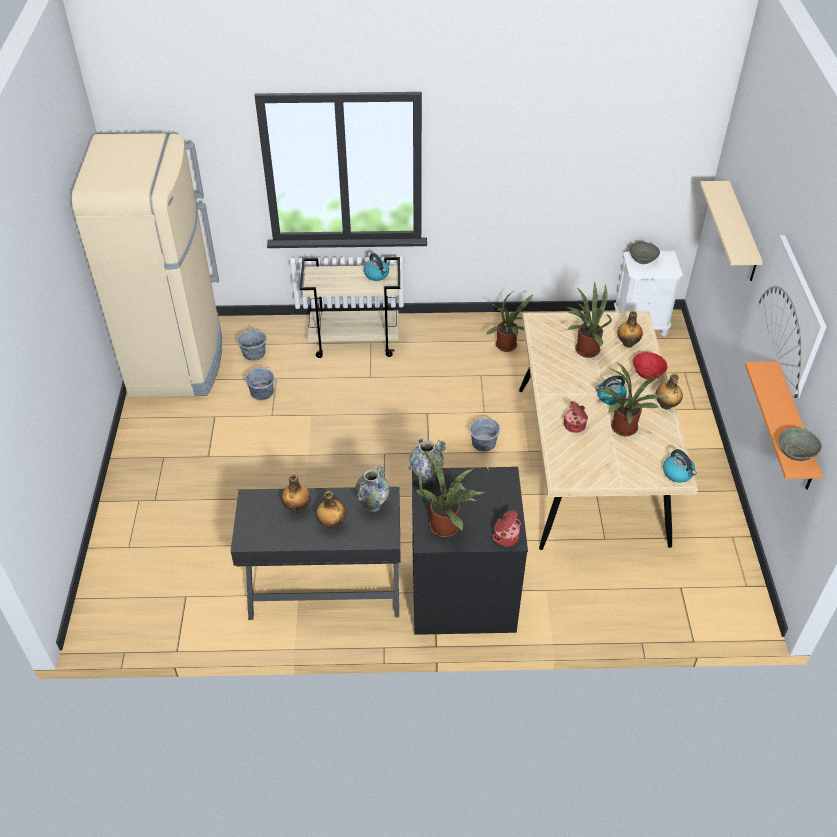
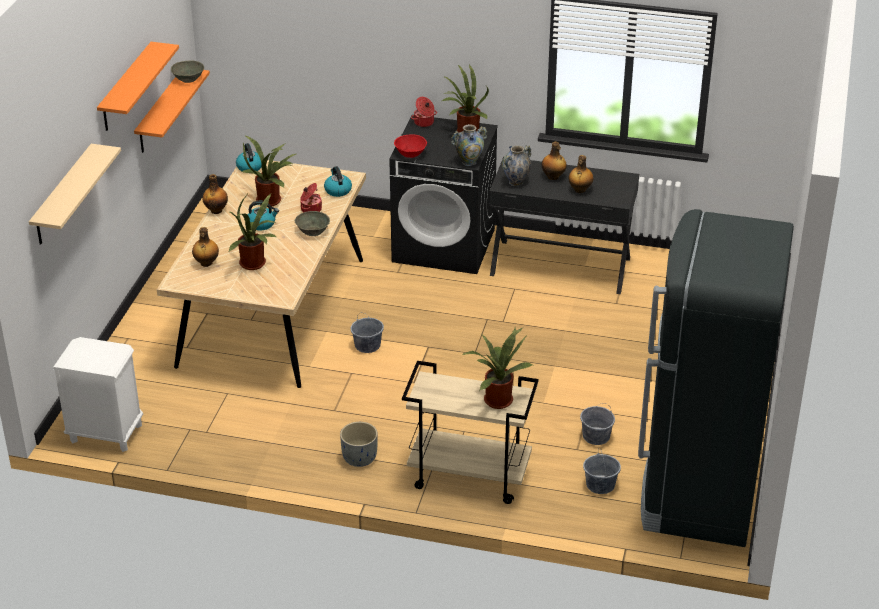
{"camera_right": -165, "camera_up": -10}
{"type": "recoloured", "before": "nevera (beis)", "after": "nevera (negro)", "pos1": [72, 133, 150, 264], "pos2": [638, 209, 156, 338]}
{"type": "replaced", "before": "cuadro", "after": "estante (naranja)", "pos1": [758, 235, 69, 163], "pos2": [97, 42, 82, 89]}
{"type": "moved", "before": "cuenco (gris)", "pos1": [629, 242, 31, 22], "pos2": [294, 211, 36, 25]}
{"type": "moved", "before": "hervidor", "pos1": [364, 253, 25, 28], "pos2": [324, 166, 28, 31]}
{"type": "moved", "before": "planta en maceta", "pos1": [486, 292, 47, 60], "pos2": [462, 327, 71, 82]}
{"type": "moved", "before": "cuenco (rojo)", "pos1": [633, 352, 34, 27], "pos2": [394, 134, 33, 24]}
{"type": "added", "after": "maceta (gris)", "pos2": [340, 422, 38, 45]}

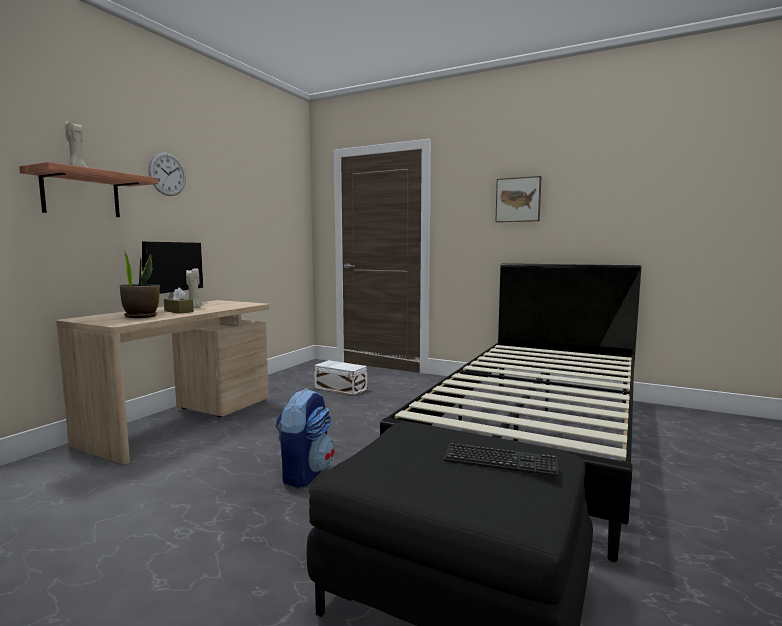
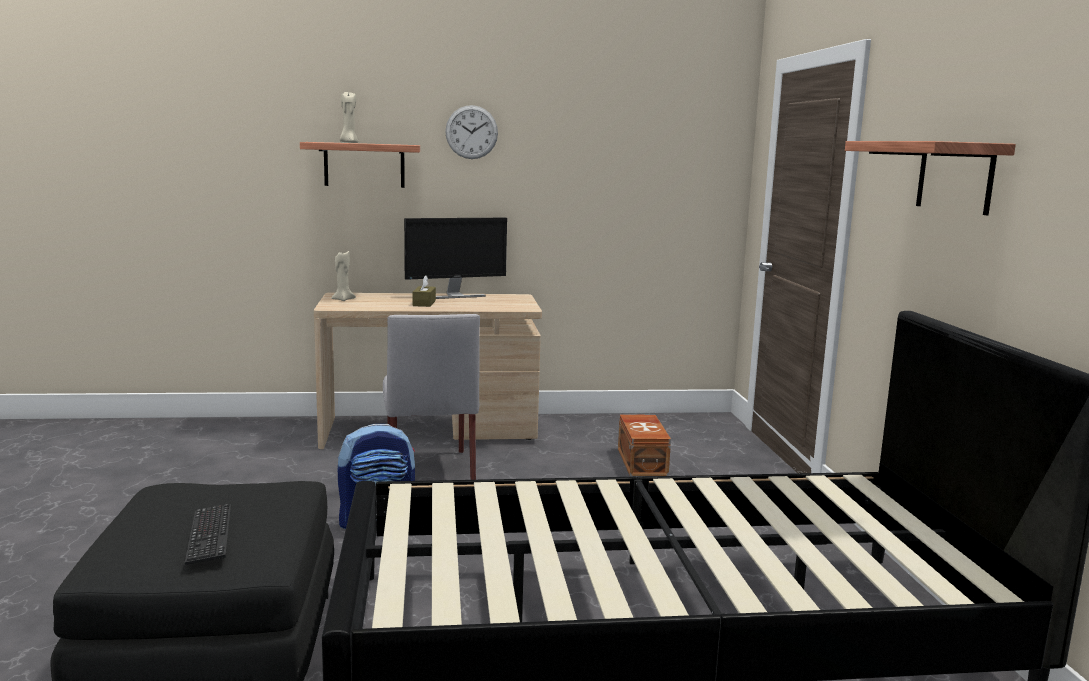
{"camera_right": 55, "camera_up": 5}
{"type": "replaced", "before": "cuadro", "after": "estante", "pos1": [495, 176, 47, 46], "pos2": [845, 141, 171, 74]}
{"type": "removed", "before": "planta en maceta", "pos1": [120, 250, 40, 68]}
{"type": "moved", "before": "vela (beis)", "pos1": [186, 268, 16, 40], "pos2": [331, 251, 25, 50]}
{"type": "recoloured", "before": "caja de almacenaje (blanco)", "after": "caja de almacenaje (marrón)", "pos1": [314, 360, 53, 36], "pos2": [618, 414, 53, 62]}
{"type": "added", "after": "silla (gris)", "pos2": [383, 314, 97, 166]}

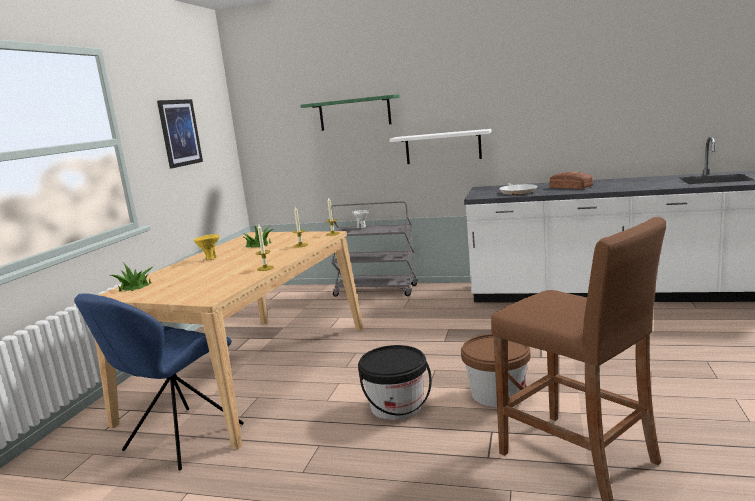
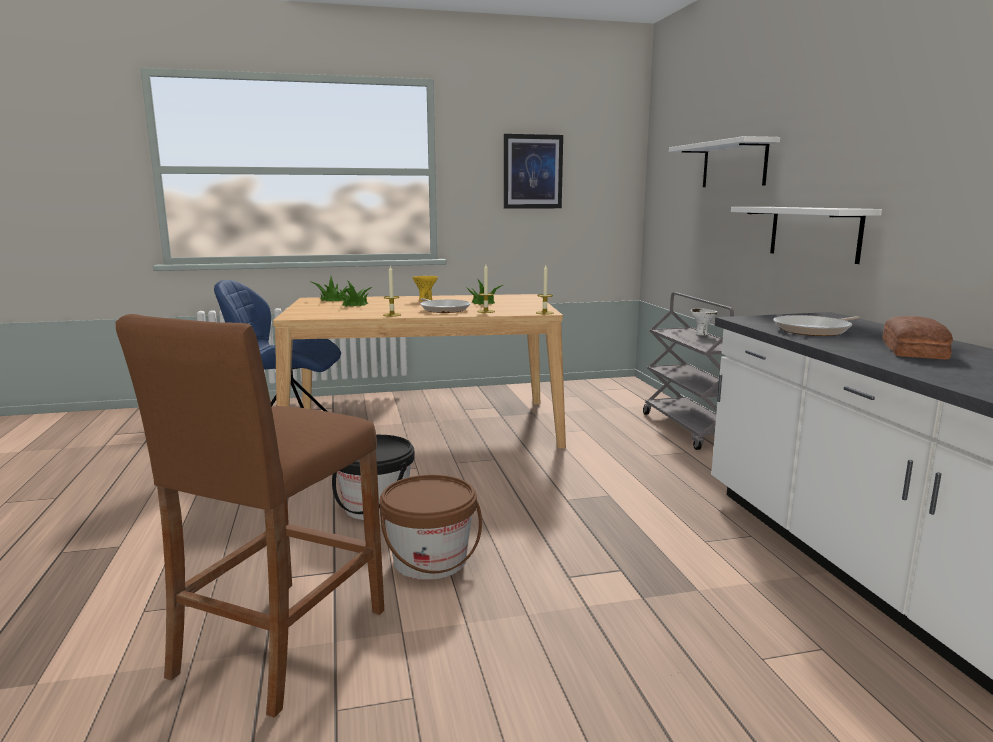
{"camera_right": 60, "camera_up": 0}
{"type": "recoloured", "before": "estante (verde)", "after": "estante (blanco)", "pos1": [300, 94, 99, 37], "pos2": [669, 136, 111, 51]}
{"type": "added", "after": "planta en maceta", "pos2": [339, 280, 33, 27]}
{"type": "added", "after": "sartén", "pos2": [420, 298, 51, 15]}

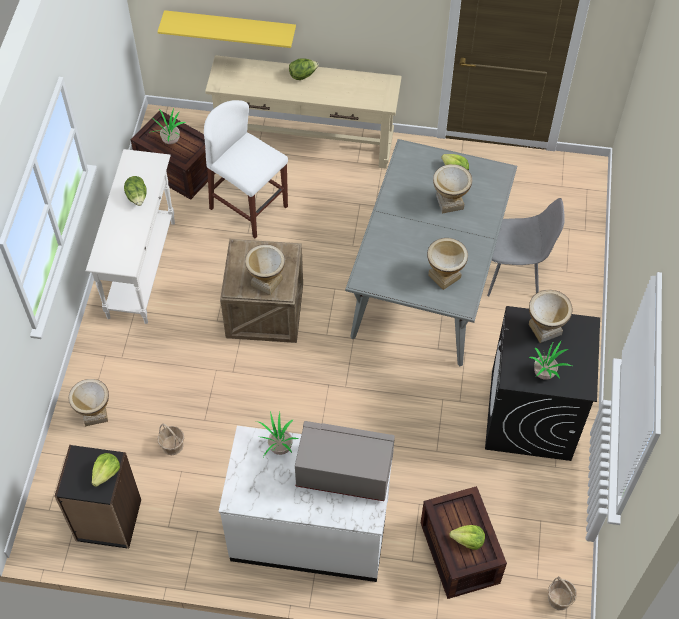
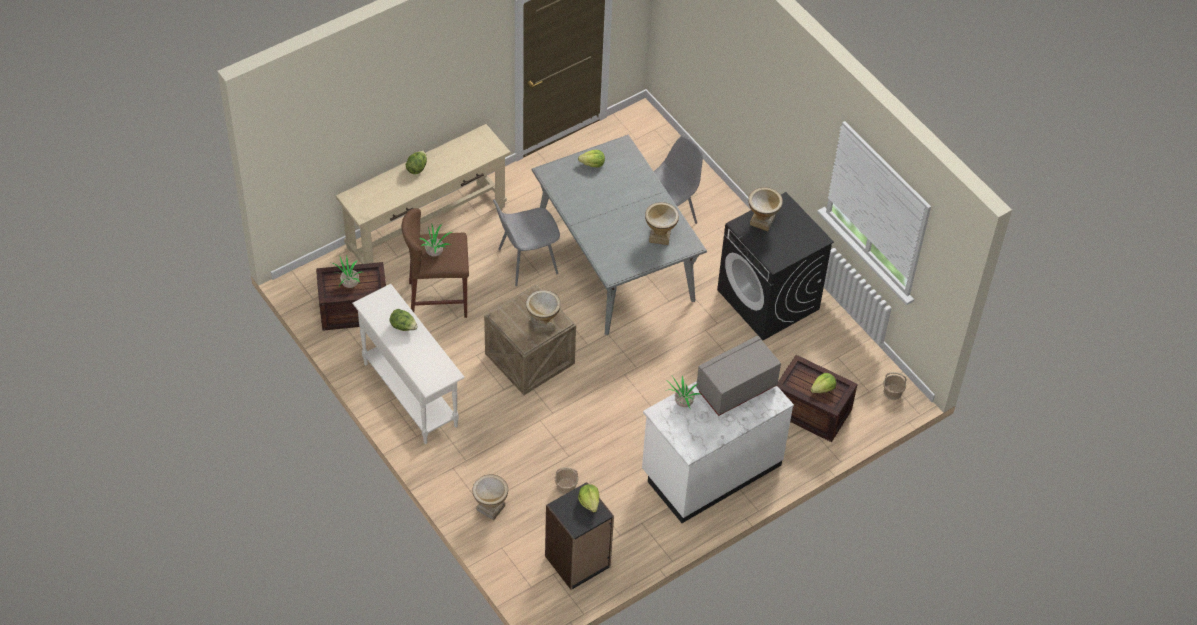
{"camera_right": -45, "camera_up": -5}
{"type": "removed", "before": "estante (amarillo)", "pos1": [157, 10, 139, 38]}
{"type": "recoloured", "before": "taburete (blanco)", "after": "taburete (marrón)", "pos1": [204, 100, 84, 138], "pos2": [402, 208, 67, 110]}
{"type": "removed", "before": "florero", "pos1": [433, 164, 39, 49]}
{"type": "moved", "before": "planta en maceta", "pos1": [529, 341, 43, 39], "pos2": [419, 223, 33, 34]}
{"type": "added", "after": "silla (gris)", "pos2": [493, 199, 67, 87]}

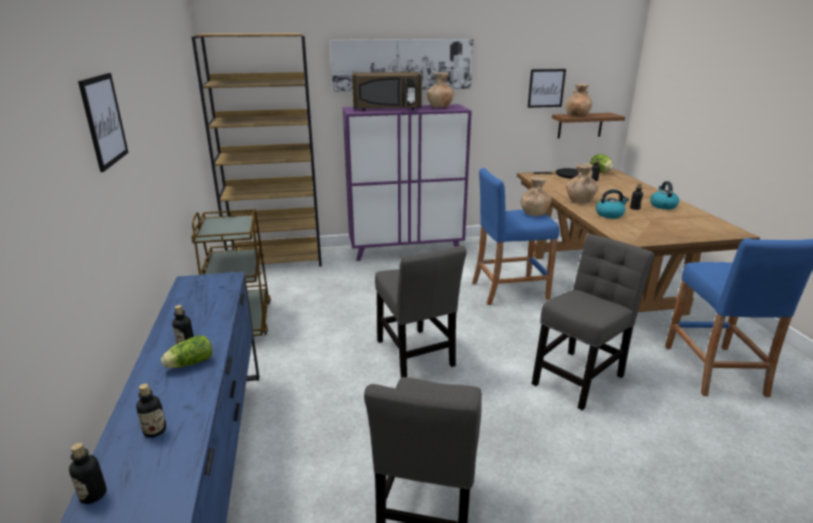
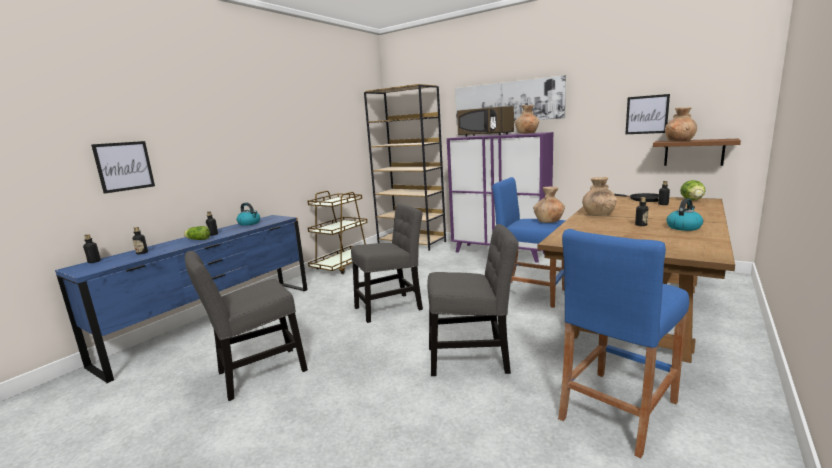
{"camera_right": 45, "camera_up": -10}
{"type": "moved", "before": "cuadro", "pos1": [78, 73, 51, 99], "pos2": [91, 141, 64, 53]}
{"type": "moved", "before": "hervidor", "pos1": [596, 189, 33, 29], "pos2": [237, 203, 23, 23]}
{"type": "turned", "before": "silla (gris)", "pos1": [375, 246, 92, 132], "pos2": [351, 204, 72, 119], "turn": -135}

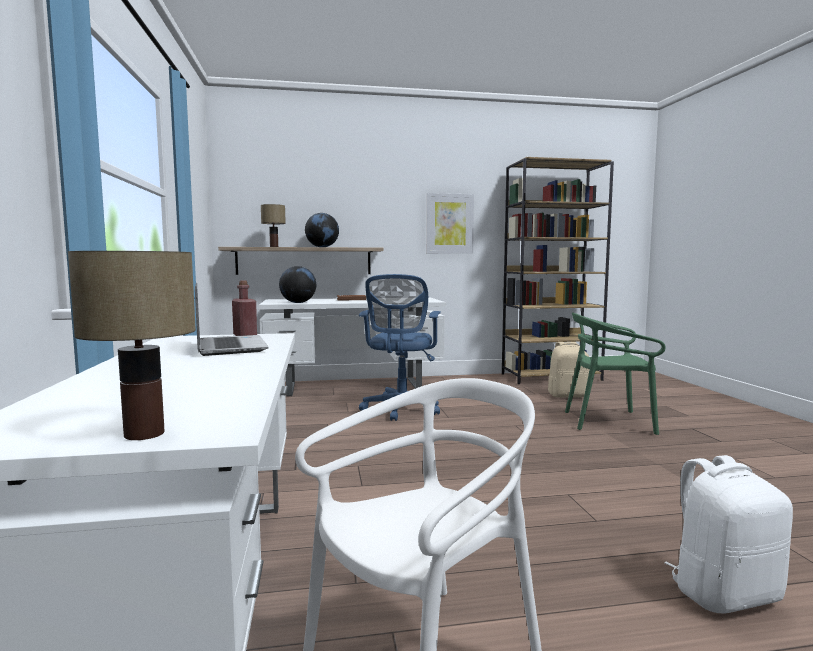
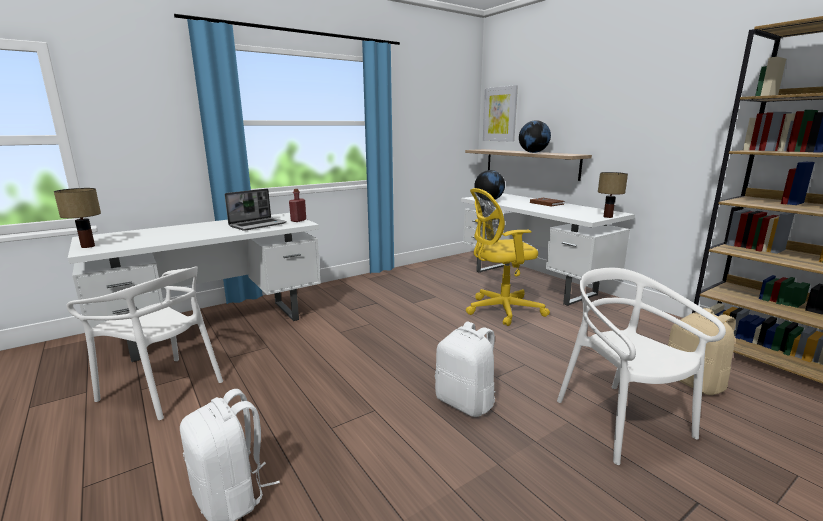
{"camera_right": 65, "camera_up": 10}
{"type": "moved", "before": "cuadro", "pos1": [426, 193, 48, 61], "pos2": [483, 85, 35, 57]}
{"type": "moved", "before": "lámpara de mesa", "pos1": [261, 204, 25, 43], "pos2": [598, 172, 30, 46]}
{"type": "recoloured", "before": "silla de oficina (azul)", "after": "silla de oficina (amarillo)", "pos1": [359, 274, 82, 147], "pos2": [466, 188, 84, 138]}
{"type": "recoloured", "before": "silla (verde)", "after": "silla (blanco)", "pos1": [565, 312, 101, 123], "pos2": [557, 268, 169, 197]}
{"type": "added", "after": "mochila (blanco)", "pos2": [435, 322, 60, 95]}

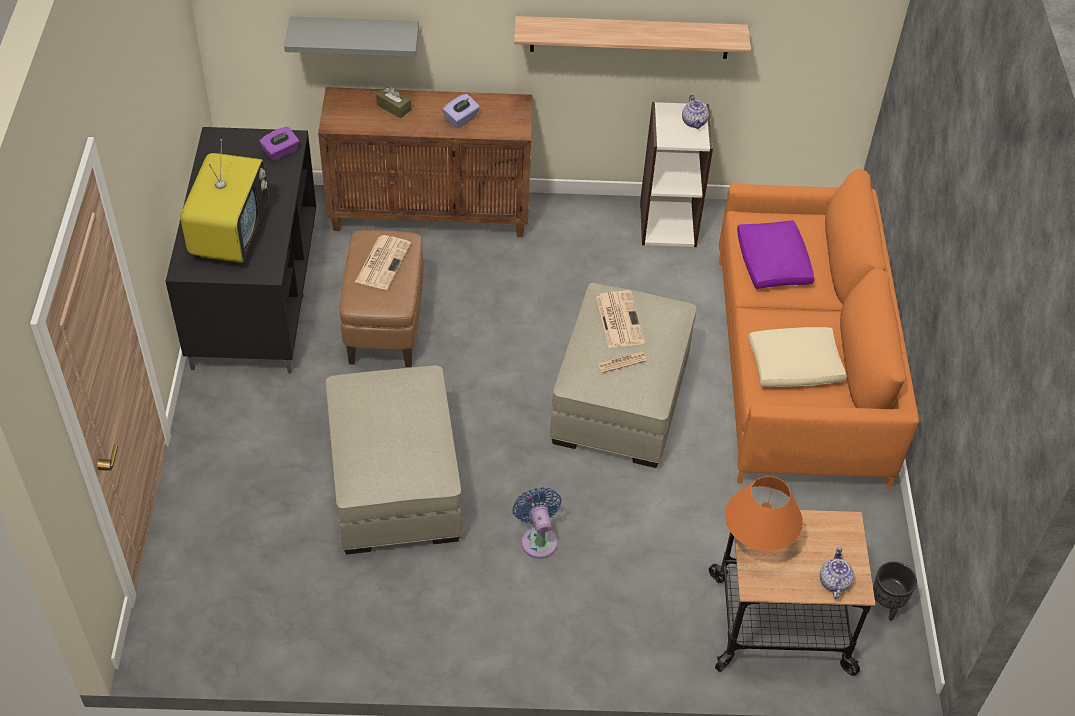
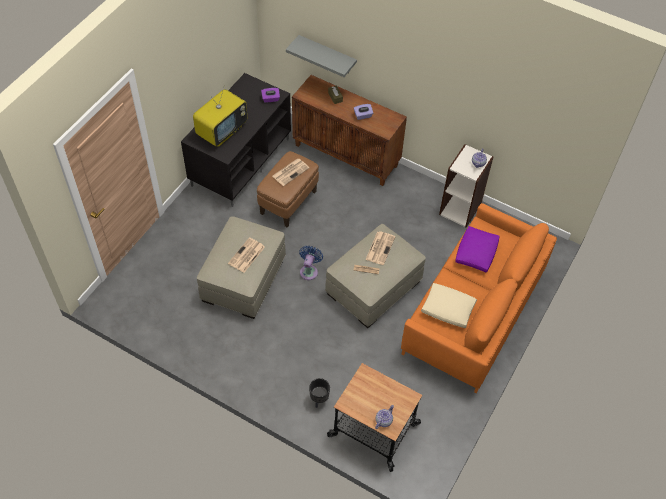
{"camera_right": 30, "camera_up": 5}
{"type": "removed", "before": "estante", "pos1": [514, 16, 237, 43]}
{"type": "removed", "before": "lámpara de mesa (naranja)", "pos1": [725, 476, 78, 75]}
{"type": "moved", "before": "ventilador (azul)", "pos1": [512, 487, 50, 72], "pos2": [299, 246, 24, 34]}
{"type": "moved", "before": "maceta (negro)", "pos1": [873, 561, 44, 60], "pos2": [309, 378, 21, 30]}
{"type": "added", "after": "periódico", "pos2": [228, 237, 37, 35]}

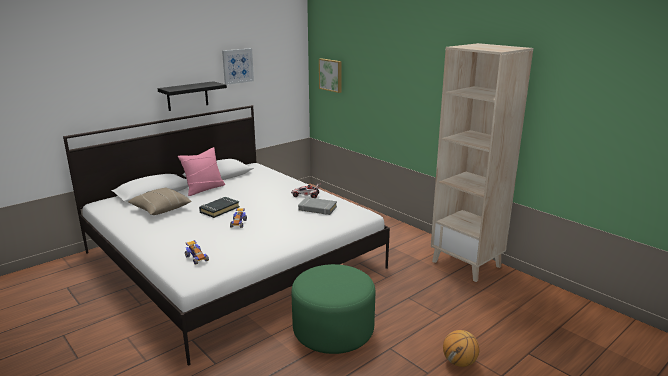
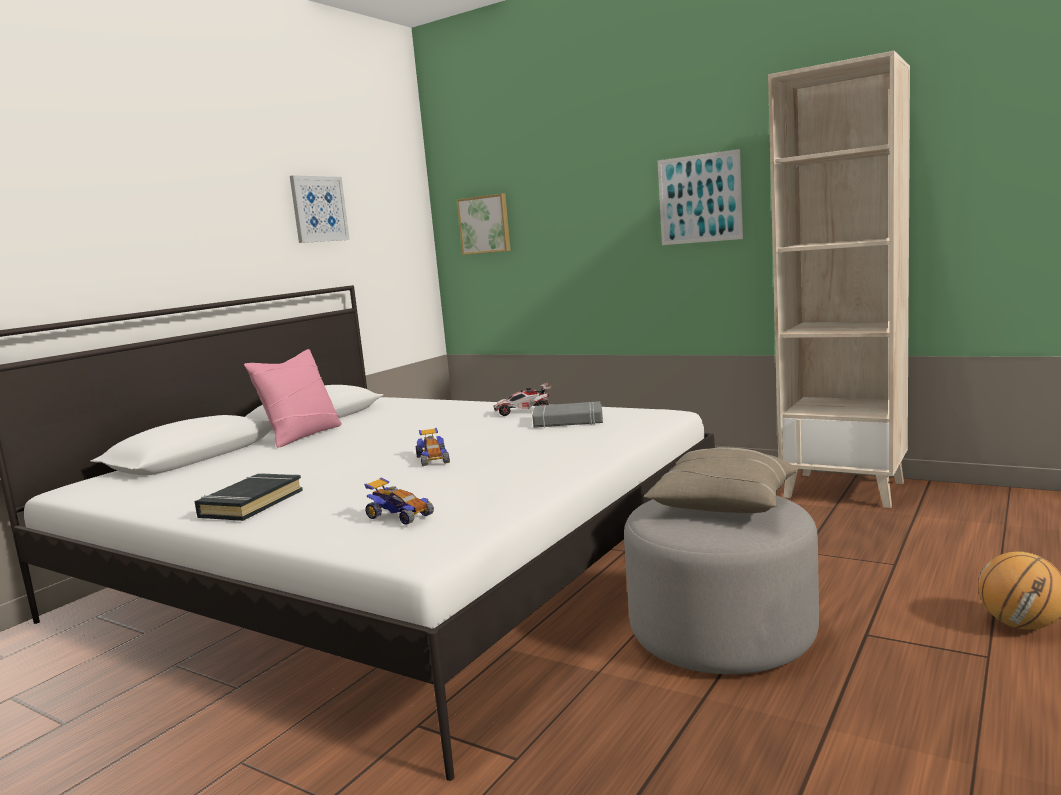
{"camera_right": -15, "camera_up": -10}
{"type": "removed", "before": "estante (negro)", "pos1": [157, 81, 70, 30]}
{"type": "moved", "before": "cojín (beis)", "pos1": [128, 187, 64, 28], "pos2": [644, 447, 156, 66]}
{"type": "moved", "before": "libro (negro)", "pos1": [199, 197, 41, 21], "pos2": [194, 473, 109, 48]}
{"type": "recoloured", "before": "puf (verde)", "after": "puf (gris)", "pos1": [291, 264, 84, 90], "pos2": [624, 495, 195, 179]}
{"type": "added", "after": "cuadro", "pos2": [658, 149, 85, 96]}

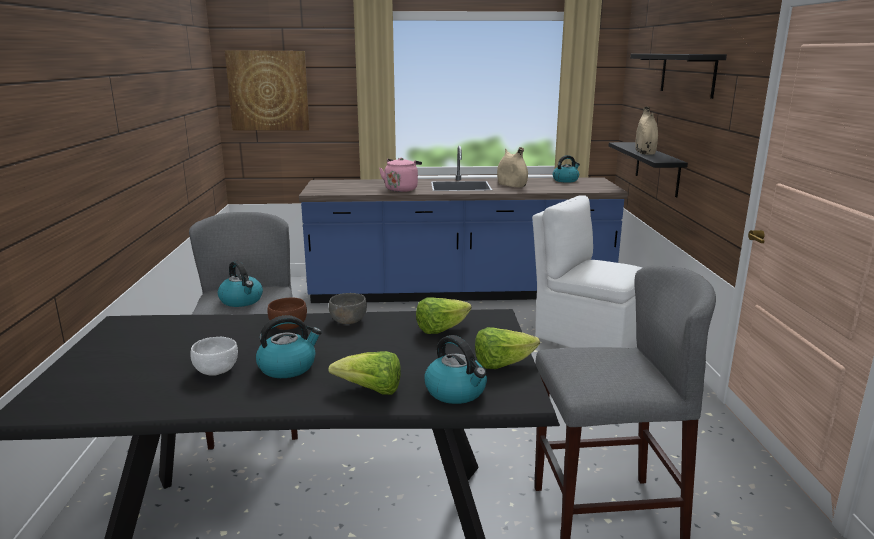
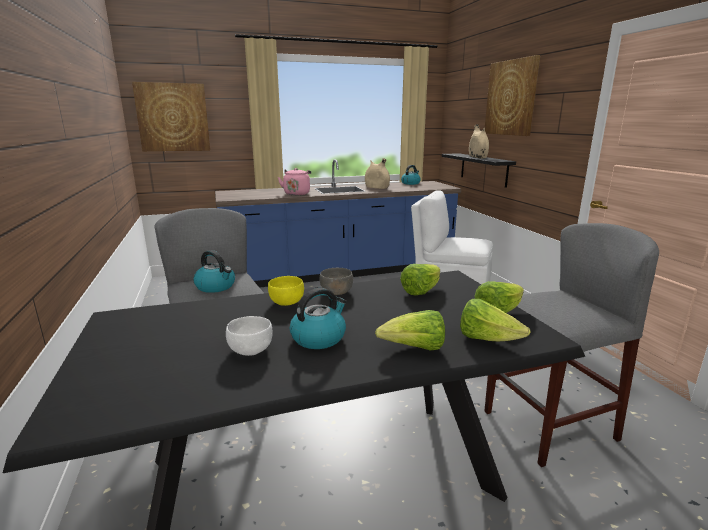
{"camera_right": -15, "camera_up": 0}
{"type": "replaced", "before": "estante (negro)", "after": "cuadro", "pos1": [630, 54, 97, 45], "pos2": [485, 55, 55, 81]}
{"type": "recoloured", "before": "cuenco (marrón)", "after": "cuenco (amarillo)", "pos1": [267, 298, 40, 32], "pos2": [268, 276, 36, 30]}
{"type": "replaced", "before": "hervidor", "after": "lechuga", "pos1": [424, 335, 63, 69], "pos2": [460, 299, 71, 42]}

